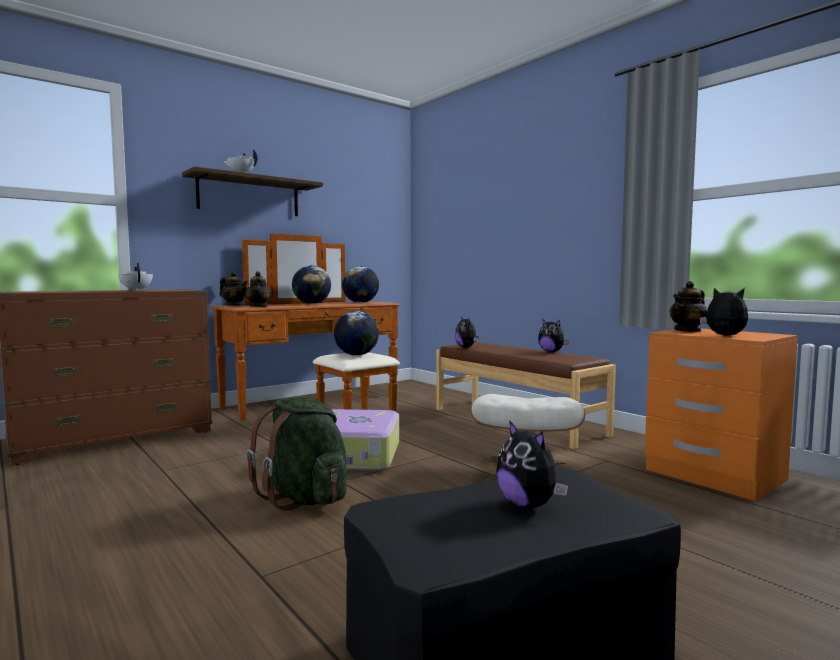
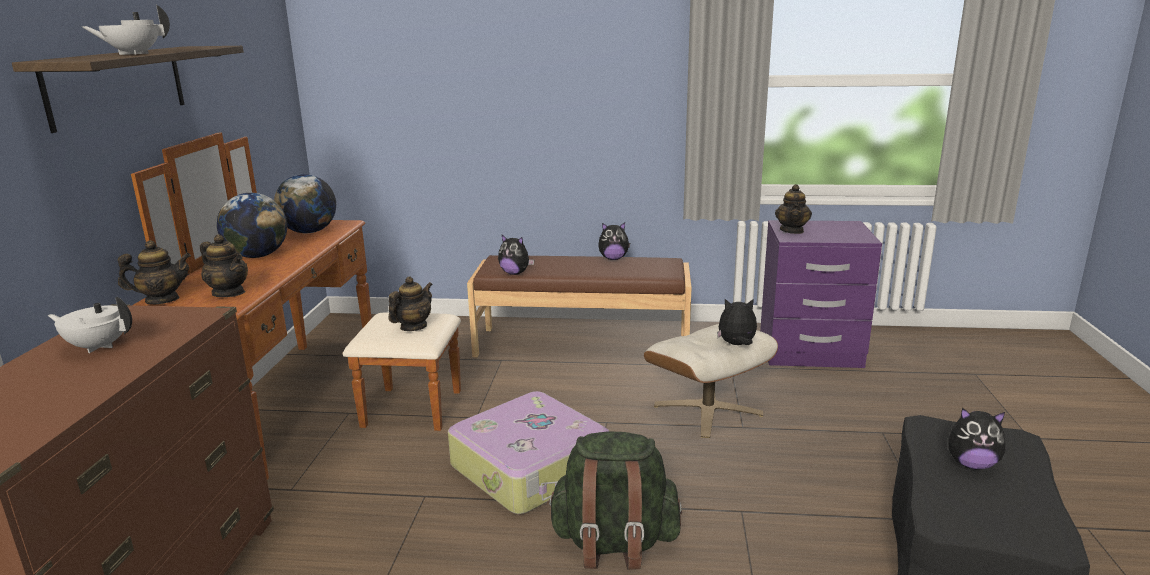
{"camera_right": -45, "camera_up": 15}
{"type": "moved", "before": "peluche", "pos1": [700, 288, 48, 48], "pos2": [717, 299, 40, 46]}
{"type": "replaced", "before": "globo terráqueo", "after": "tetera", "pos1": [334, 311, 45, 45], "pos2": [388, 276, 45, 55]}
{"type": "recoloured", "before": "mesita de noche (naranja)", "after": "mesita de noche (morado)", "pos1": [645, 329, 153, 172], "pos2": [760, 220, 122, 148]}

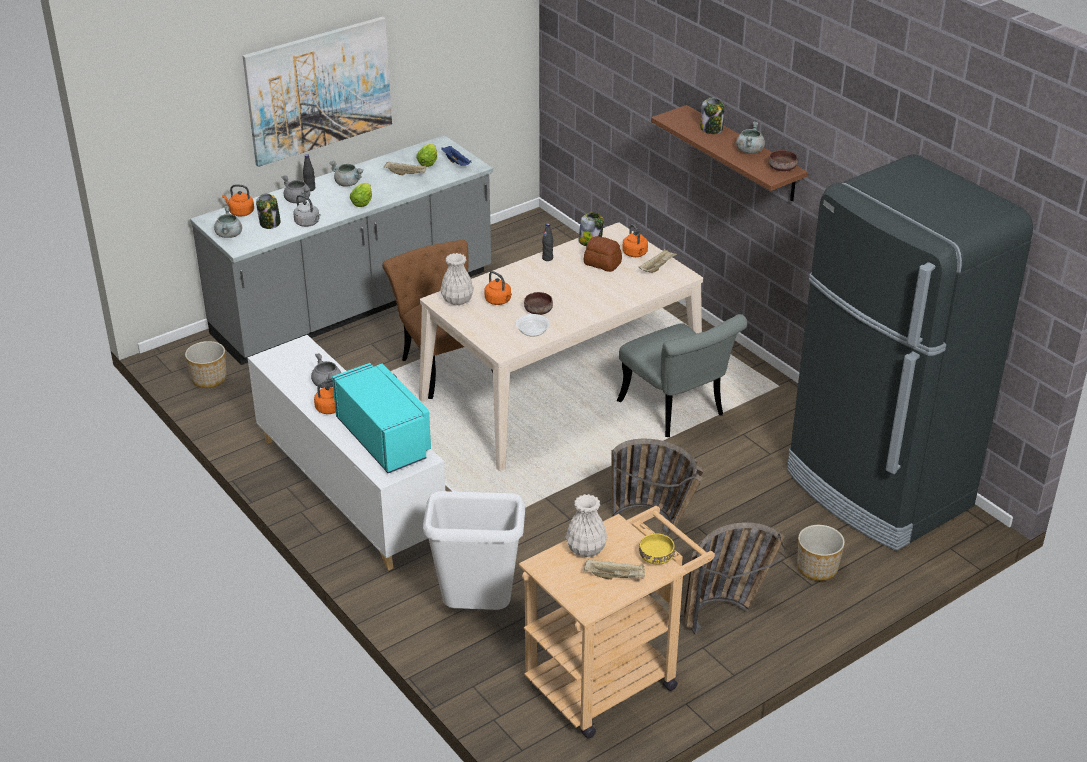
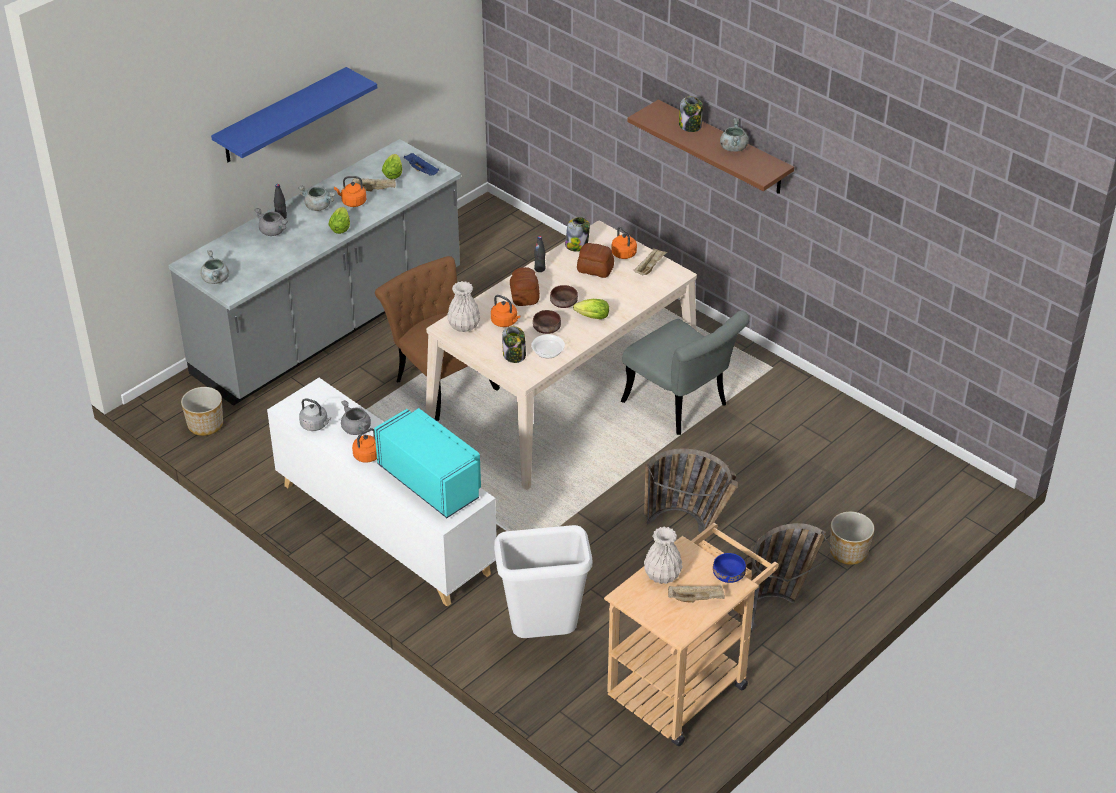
{"camera_right": -10, "camera_up": 5}
{"type": "replaced", "before": "cuadro", "after": "estante (azul)", "pos1": [243, 17, 149, 150], "pos2": [211, 67, 166, 95]}
{"type": "moved", "before": "cuenco (marrón)", "pos1": [768, 150, 30, 21], "pos2": [550, 285, 28, 23]}
{"type": "removed", "before": "nevera (negro)", "pos1": [787, 154, 246, 397]}
{"type": "moved", "before": "hervidor (naranja)", "pos1": [222, 184, 32, 33], "pos2": [334, 176, 32, 31]}
{"type": "moved", "before": "tarro", "pos1": [256, 193, 25, 36], "pos2": [502, 326, 24, 37]}
{"type": "moved", "before": "hervidor (gris)", "pos1": [293, 195, 28, 32], "pos2": [299, 398, 32, 33]}
{"type": "recoloured", "before": "cuenco (amarillo)", "after": "cuenco (azul)", "pos1": [639, 533, 36, 32], "pos2": [713, 553, 33, 30]}
{"type": "added", "after": "pan", "pos2": [510, 267, 30, 39]}
{"type": "added", "after": "lechuga", "pos2": [573, 299, 36, 20]}

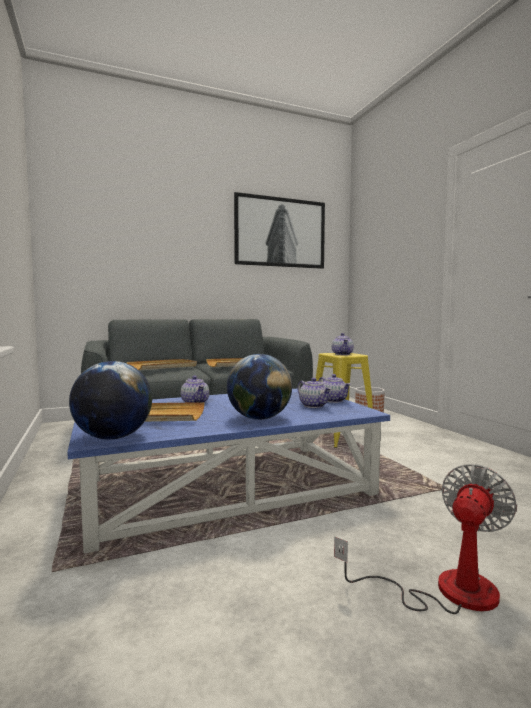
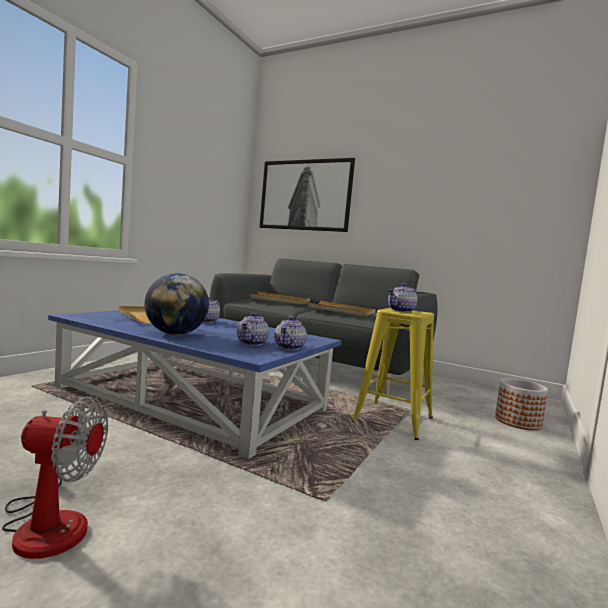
{"camera_right": 50, "camera_up": 0}
{"type": "moved", "before": "cuadro", "pos1": [234, 192, 91, 77], "pos2": [259, 158, 96, 74]}
{"type": "removed", "before": "globo terráqueo", "pos1": [69, 361, 83, 79]}

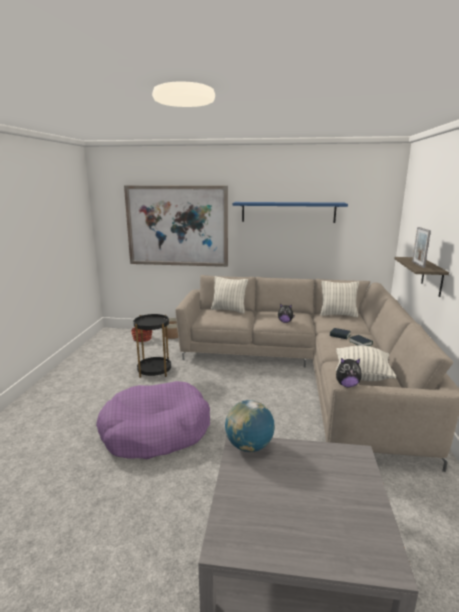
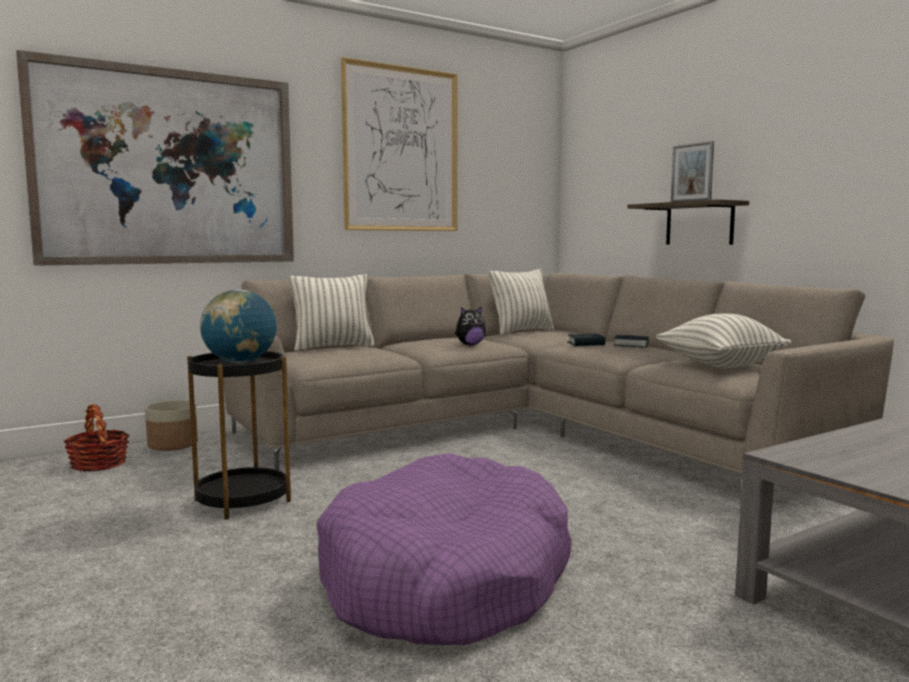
{"camera_right": -40, "camera_up": -10}
{"type": "replaced", "before": "estante (azul)", "after": "cuadro", "pos1": [232, 202, 116, 21], "pos2": [341, 57, 116, 174]}
{"type": "removed", "before": "peluche", "pos1": [336, 358, 26, 29]}
{"type": "moved", "before": "globo terráqueo", "pos1": [225, 400, 50, 52], "pos2": [200, 289, 77, 74]}

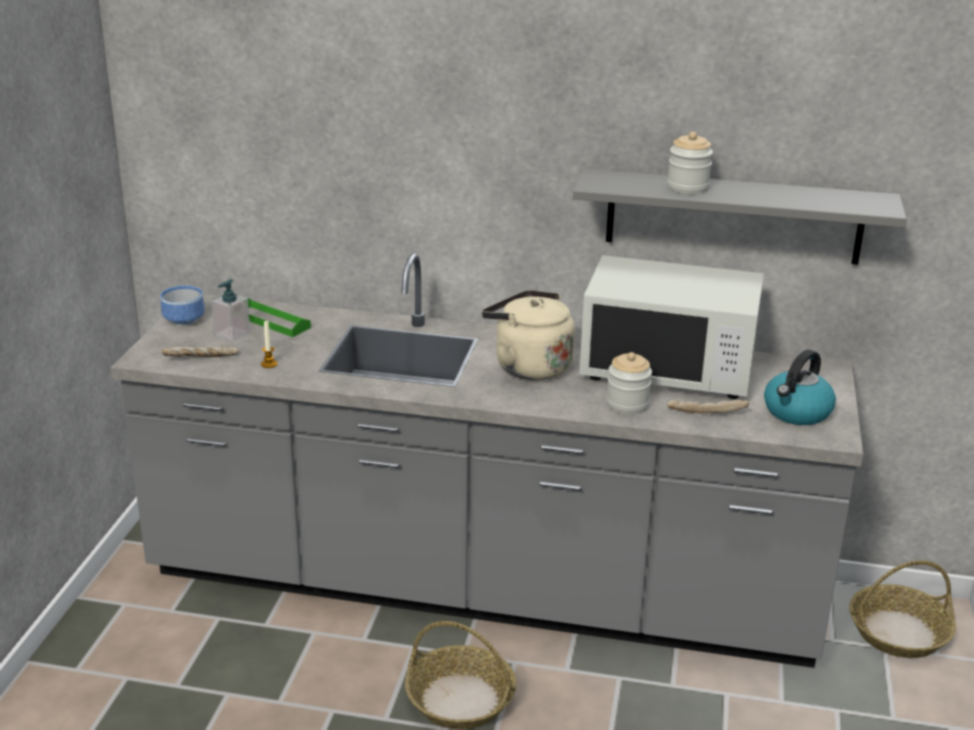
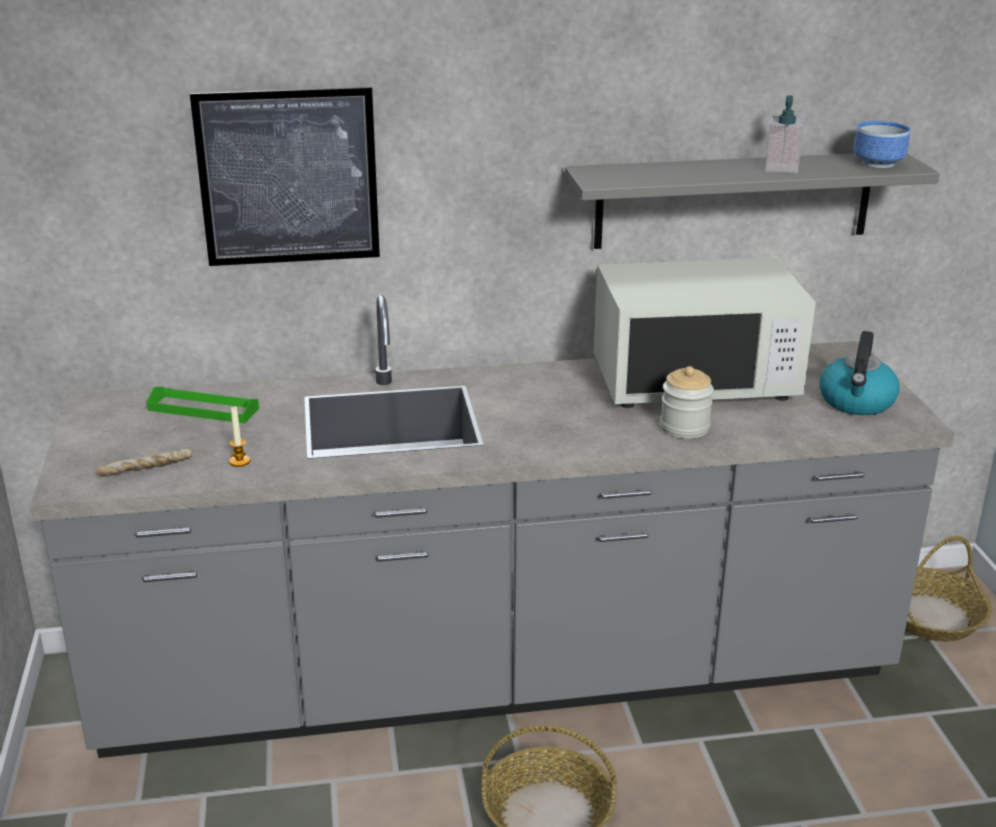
{"camera_right": -20, "camera_up": 0}
{"type": "removed", "before": "tarro", "pos1": [667, 132, 46, 62]}
{"type": "moved", "before": "dispensador de jabón", "pos1": [211, 279, 40, 62], "pos2": [765, 95, 39, 78]}
{"type": "moved", "before": "cuenco", "pos1": [160, 286, 45, 40], "pos2": [853, 121, 57, 47]}
{"type": "removed", "before": "hervidor (beis)", "pos1": [482, 290, 93, 90]}
{"type": "removed", "before": "pan", "pos1": [667, 400, 82, 13]}
{"type": "added", "after": "cuadro", "pos2": [190, 87, 190, 179]}

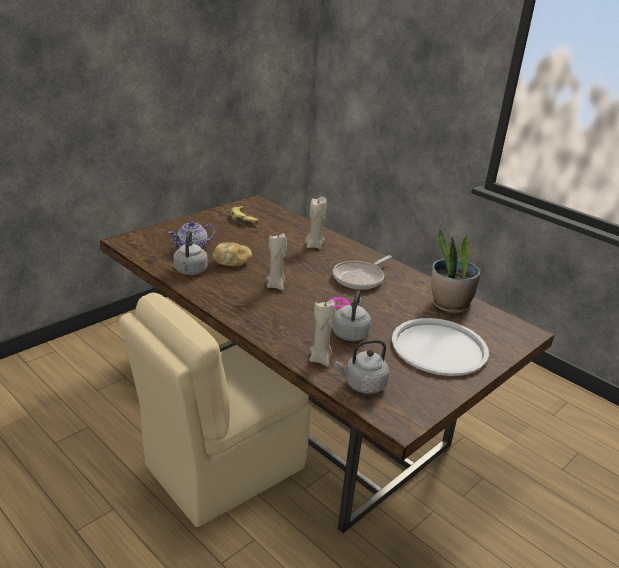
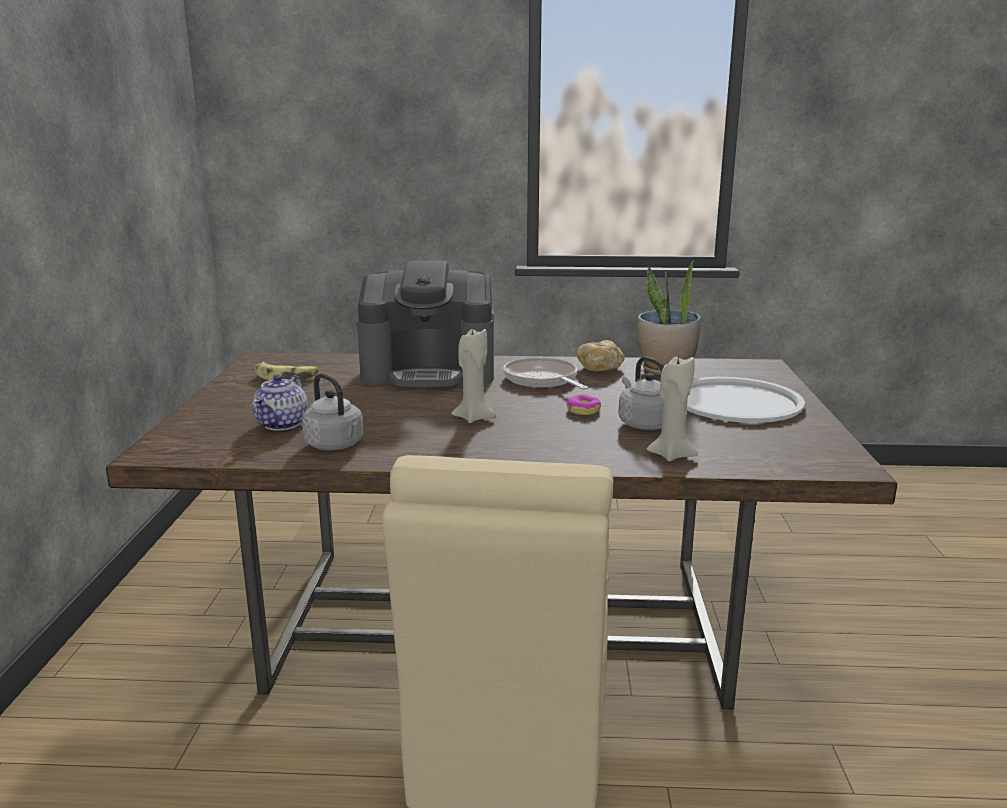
{"camera_right": -40, "camera_up": -10}
{"type": "replaced", "before": "vela (beis)", "after": "cafetera", "pos1": [305, 197, 21, 52], "pos2": [357, 261, 137, 128]}
{"type": "moved", "before": "pan", "pos1": [212, 242, 40, 24], "pos2": [576, 340, 49, 31]}
{"type": "turned", "before": "sartén", "pos1": [333, 255, 59, 35], "pos2": [503, 357, 85, 32], "turn": 150}
{"type": "removed", "before": "hervidor (gris)", "pos1": [335, 339, 55, 55]}

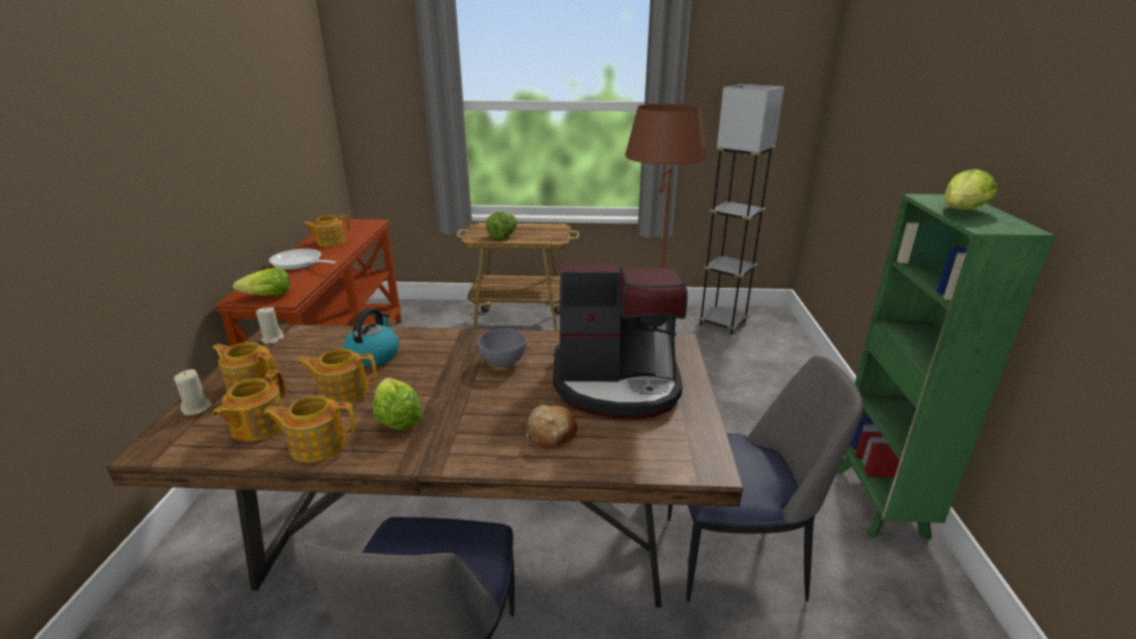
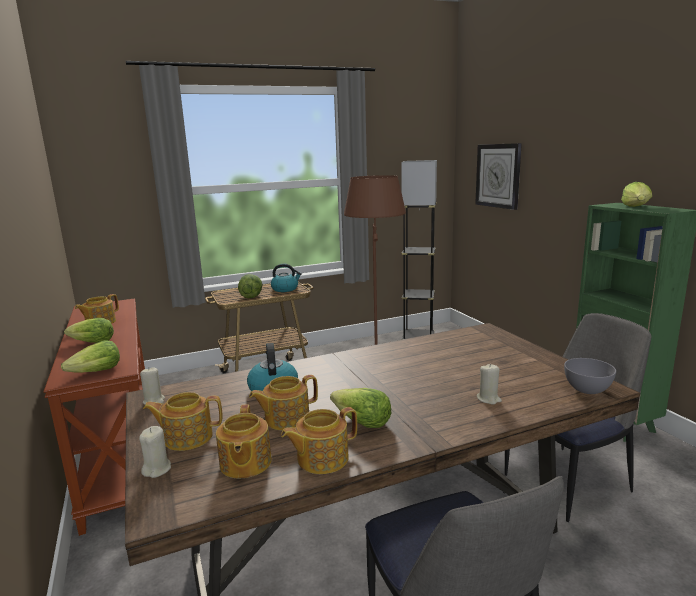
{"camera_right": -25, "camera_up": -10}
{"type": "replaced", "before": "sartén", "after": "lechuga", "pos1": [269, 249, 67, 21], "pos2": [64, 318, 50, 25]}
{"type": "removed", "before": "cafetera", "pos1": [553, 263, 135, 156]}
{"type": "moved", "before": "cuenco (gris)", "pos1": [478, 329, 49, 38], "pos2": [564, 358, 52, 36]}
{"type": "replaced", "before": "pan", "after": "vela (beis)", "pos1": [526, 405, 52, 44], "pos2": [477, 364, 25, 41]}
{"type": "added", "after": "reloj de pared", "pos2": [475, 143, 47, 67]}
{"type": "added", "after": "hervidor", "pos2": [271, 264, 31, 28]}

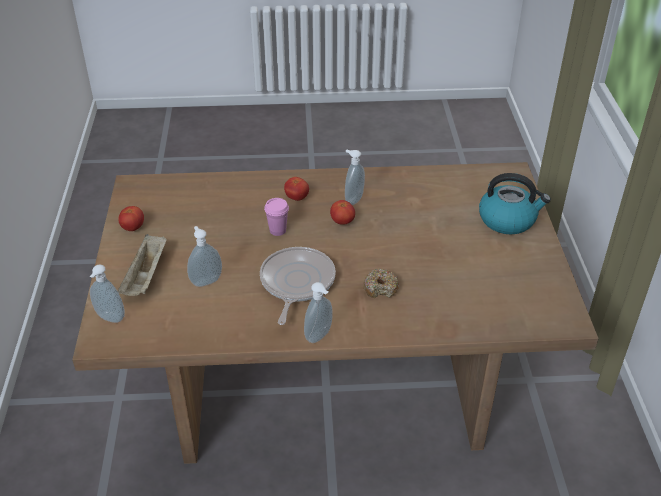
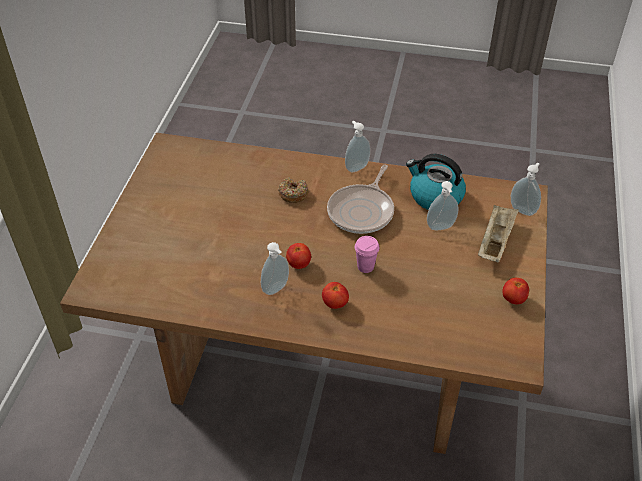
{"camera_right": -165, "camera_up": 5}
{"type": "moved", "before": "hervidor", "pos1": [479, 173, 72, 61], "pos2": [406, 154, 60, 56]}

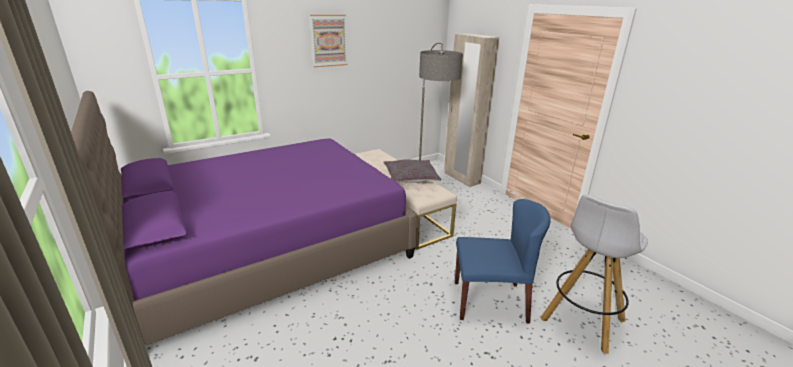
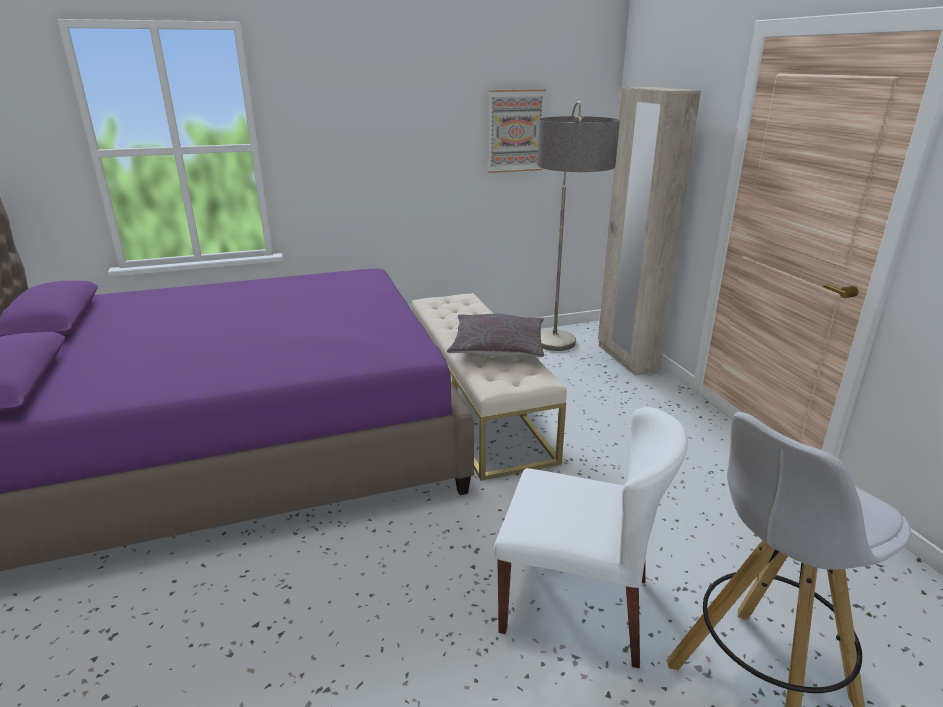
{"camera_right": 15, "camera_up": 0}
{"type": "moved", "before": "cuadro", "pos1": [310, 15, 38, 52], "pos2": [488, 89, 58, 84]}
{"type": "recoloured", "before": "silla (azul)", "after": "silla (blanco)", "pos1": [455, 199, 96, 125], "pos2": [494, 407, 194, 261]}

